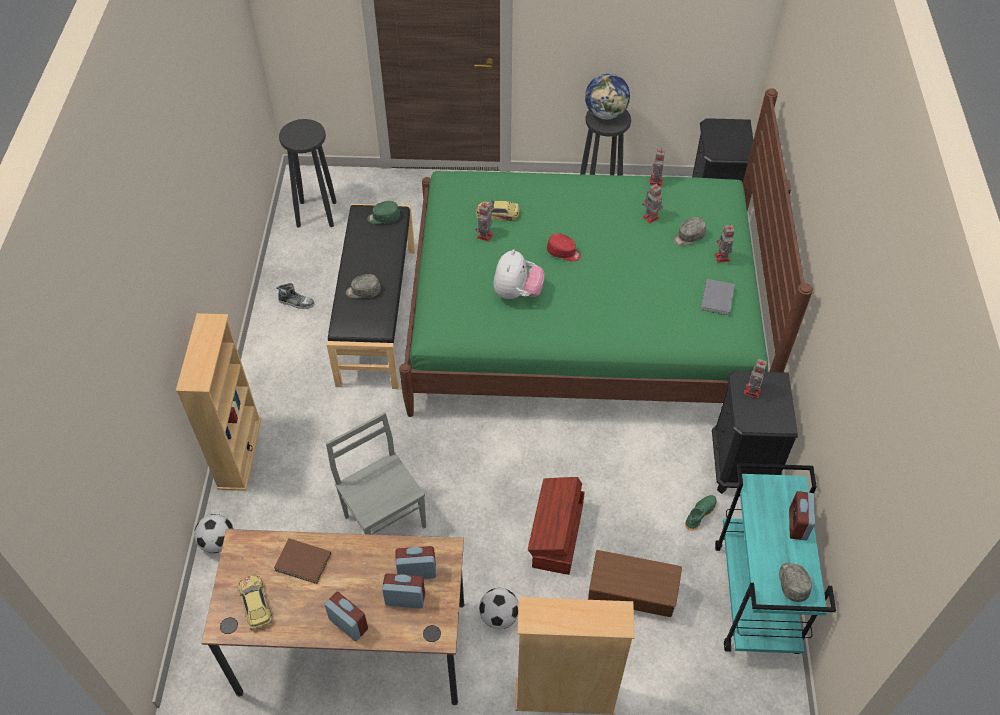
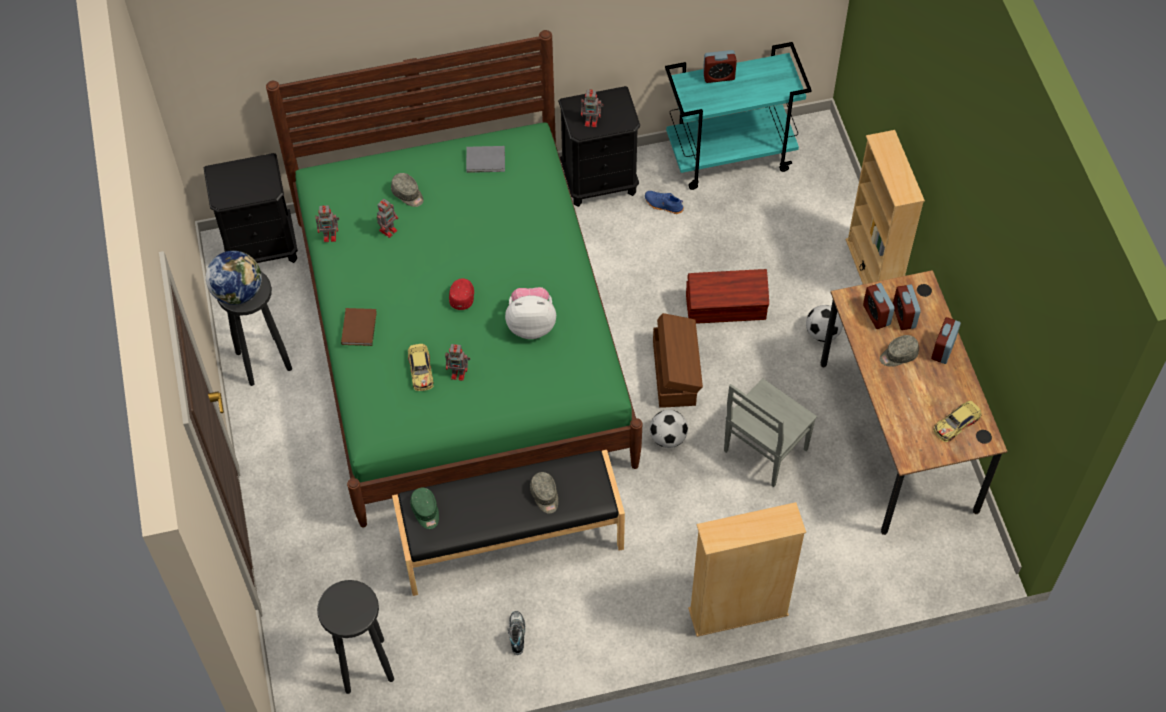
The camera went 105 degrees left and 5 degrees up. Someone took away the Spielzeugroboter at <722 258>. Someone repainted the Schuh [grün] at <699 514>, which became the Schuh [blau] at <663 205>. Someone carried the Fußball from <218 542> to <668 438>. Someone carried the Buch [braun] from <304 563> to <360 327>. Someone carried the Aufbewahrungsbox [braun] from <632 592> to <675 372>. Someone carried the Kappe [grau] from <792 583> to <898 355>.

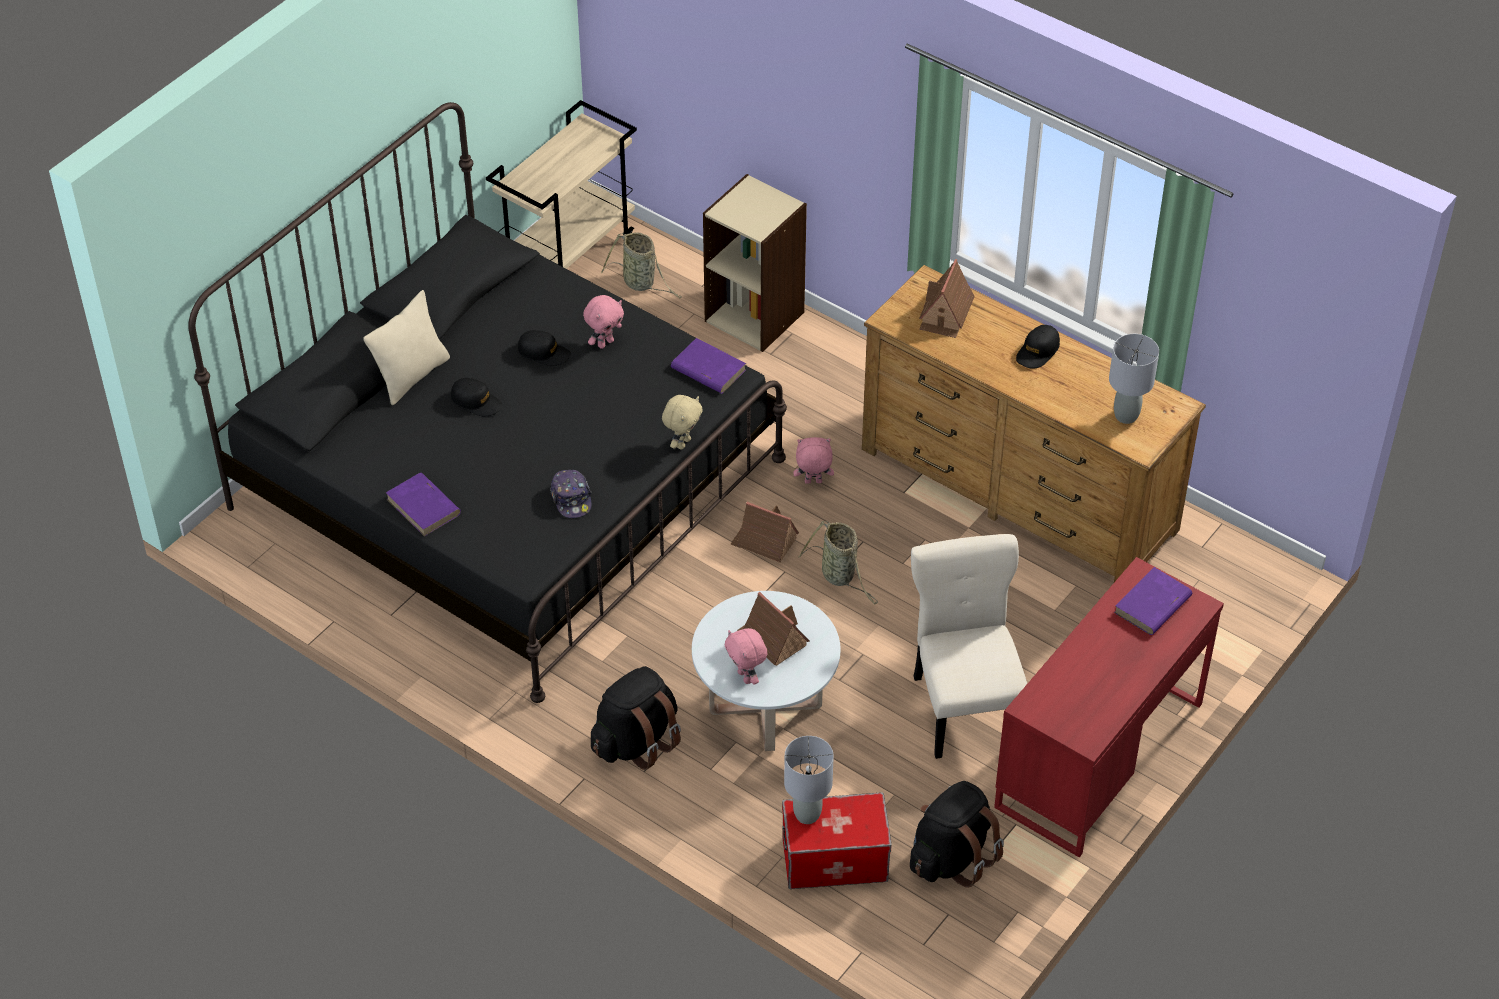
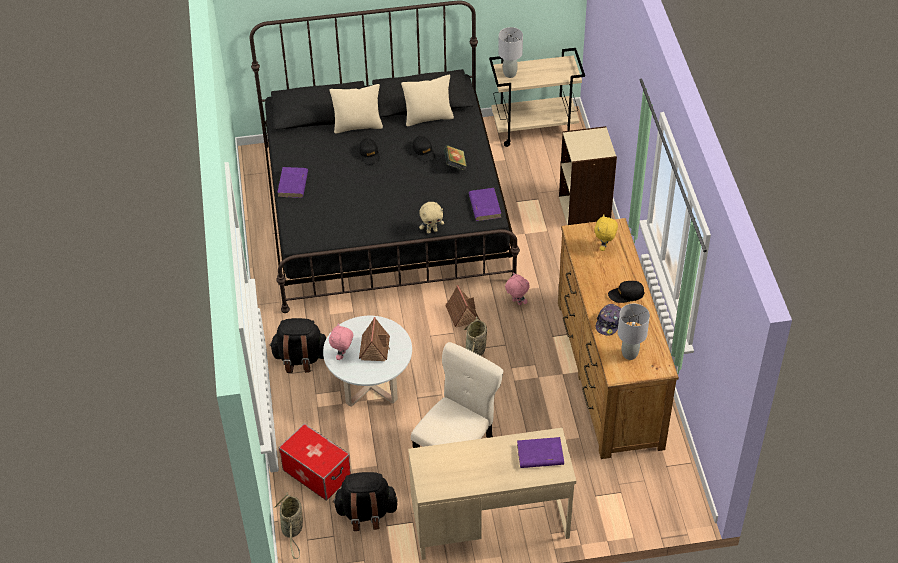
The camera went 45 degrees right and 0 degrees up. Someone carried the Korb from <641 283> to <292 530>. Someone swapped the Spielzeughaus at <945 314> for the Plüschtier [gelb] at <604 247>. Someone swapped the Plüschtier [rosa] at <605 343> for the Buch at <455 164>. Someone carried the Kappe from <571 499> to <609 323>. Someone repainted the Schreibtisch [rot] at <1098 755>, which became the Schreibtisch [beige] at <490 522>. Someone carried the Tischlampe [grau] from <807 814> to <510 74>. Someone put down the Kissen [beige] at <428 118>.

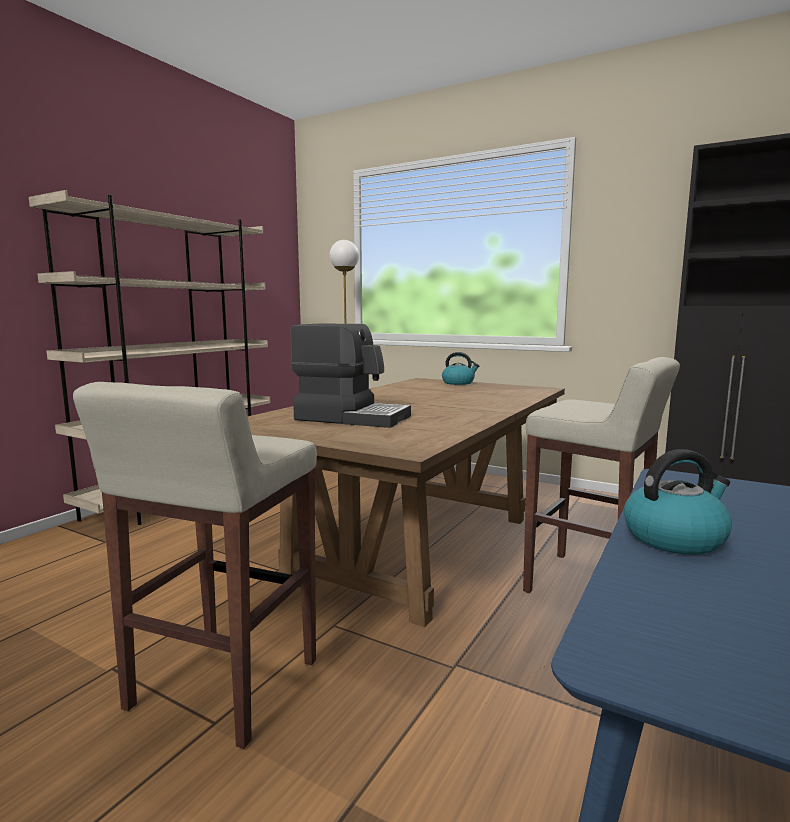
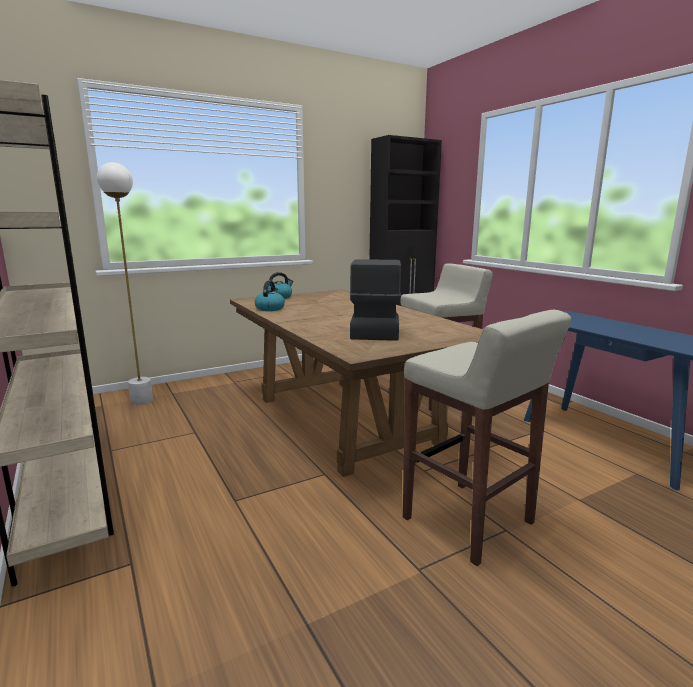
The camera went 60 degrees left and 5 degrees up. Someone rotated the Kaffeemaschine at <352 417> by 45 degrees counterclockwise. Someone carried the Wasserkessel from <675 538> to <270 308>.

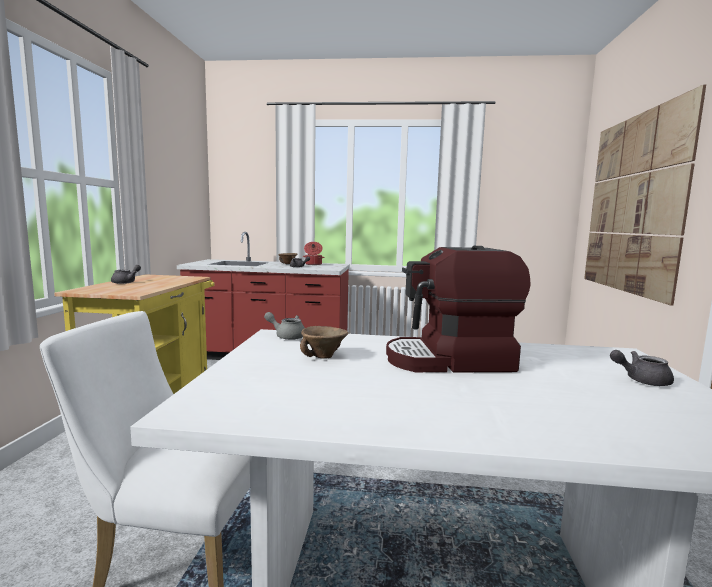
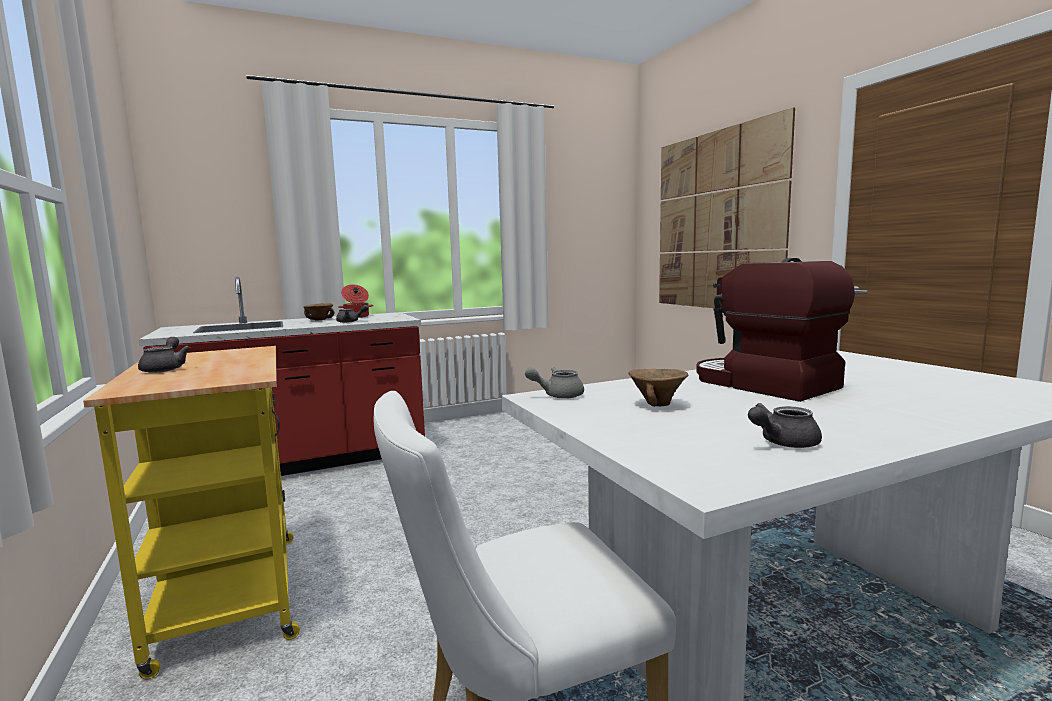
The camera went 30 degrees left and 0 degrees up. Someone rotated the Kaffeemaschine at <451 361> by 90 degrees clockwise. Someone carried the Teekanne [grau] from <641 380> to <782 443>.

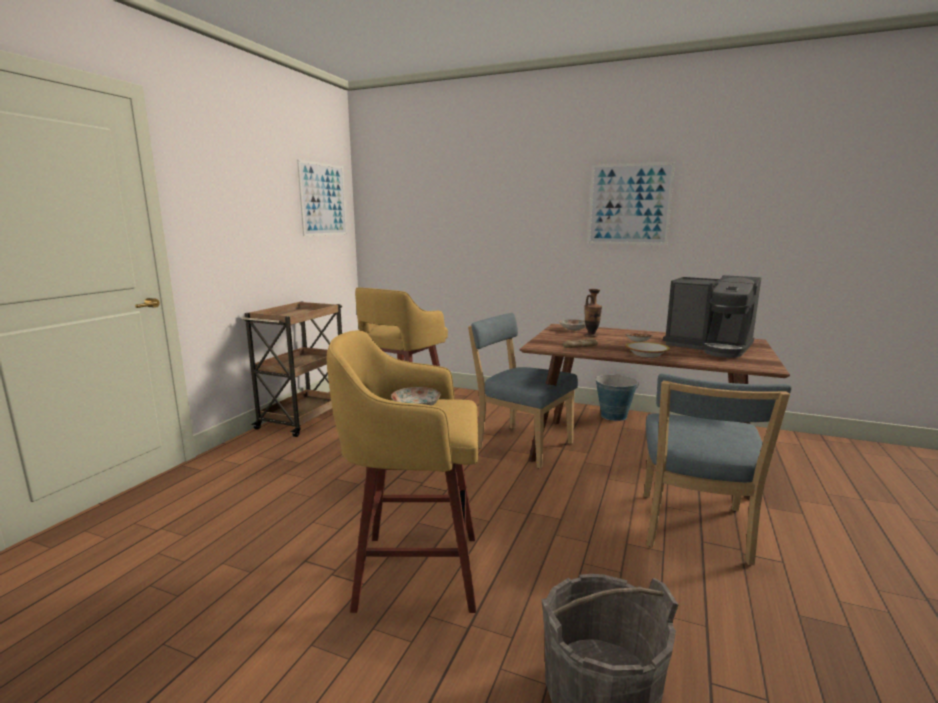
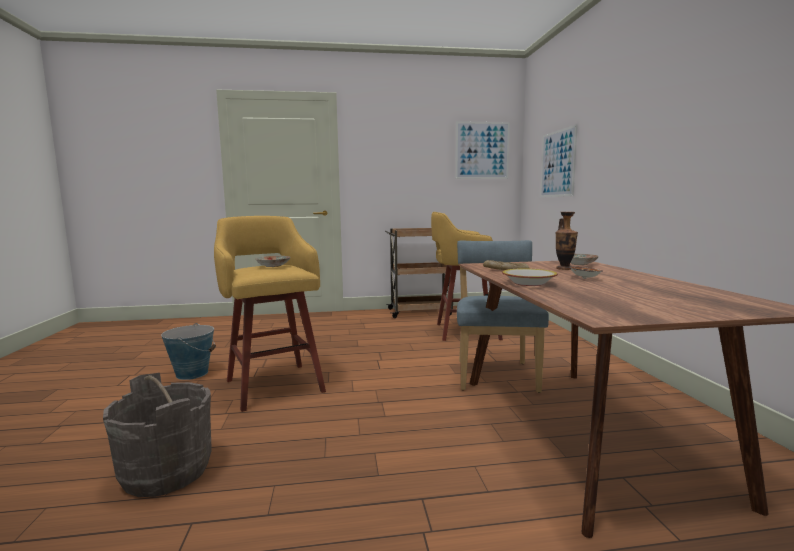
The camera went 60 degrees right and 5 degrees down. Someone carried the Bild from <629 204> to <558 163>. Someone took away the Kaffeemaschine at <709 347>. Someone carried the Eimer from <613 416> to <192 373>. Someone took away the Stuhl [blau] at <693 531>.

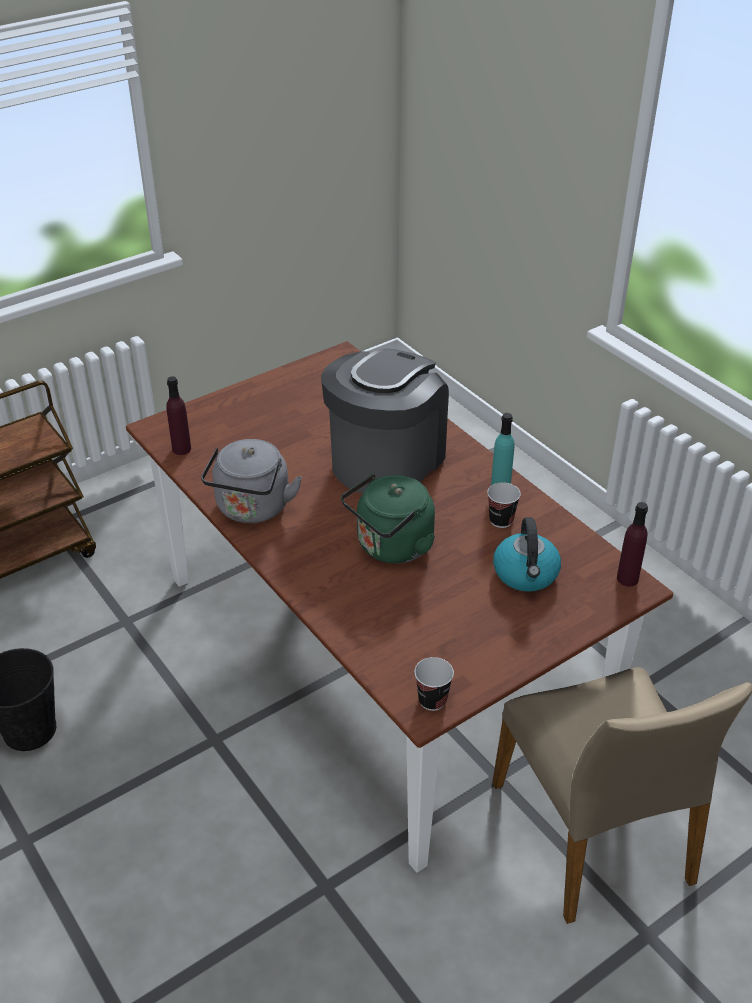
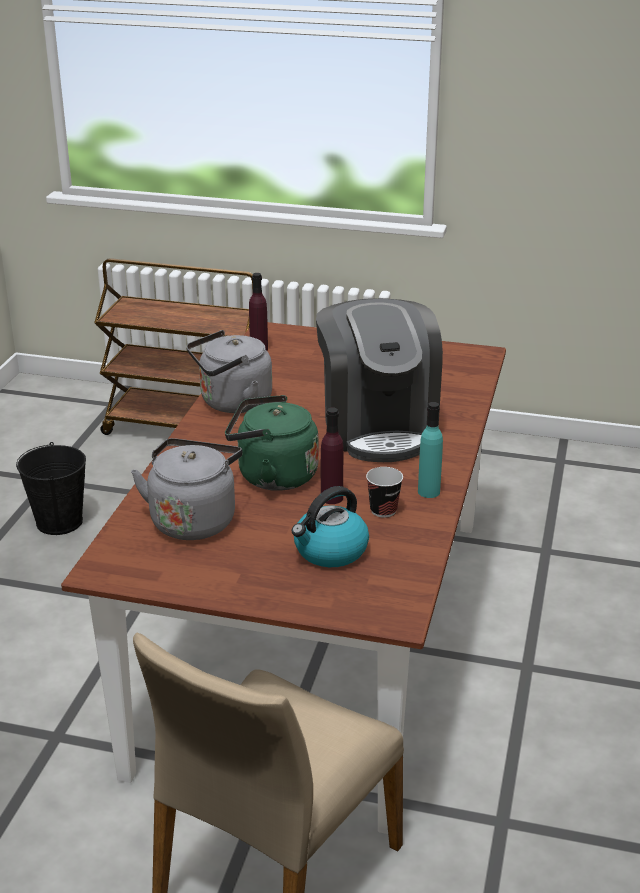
The camera went 50 degrees right and 10 degrees down. Someone rotated the Kaffeemaschine at <386 460> by 90 degrees clockwise. Someone carried the Flasche [lila] from <627 578> to <331 498>. Someone took away the Tasse at <432 700>. Someone put down the Wasserkessel [grau] at <194 519>.

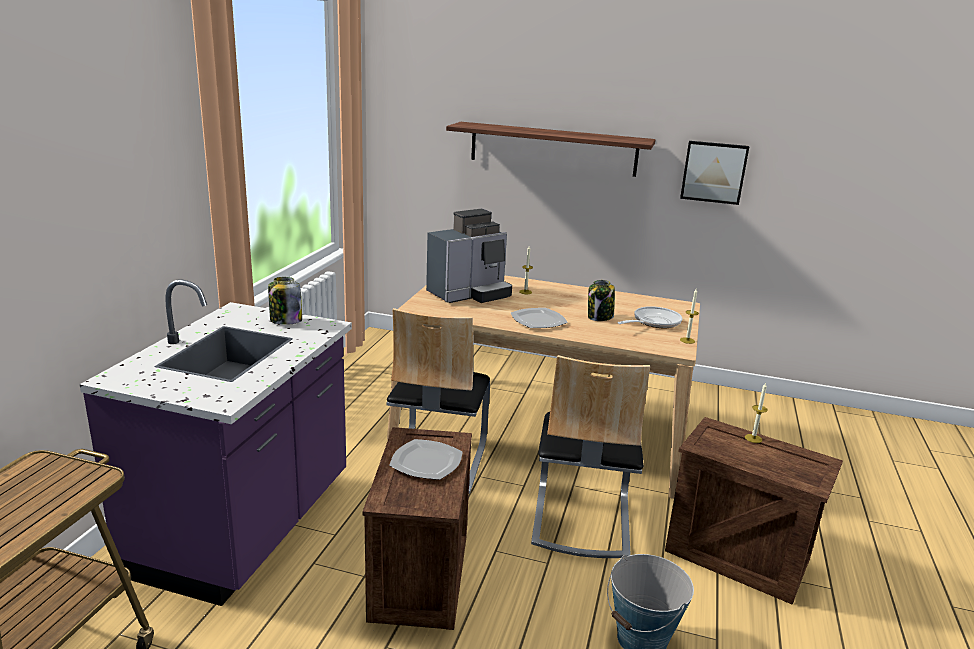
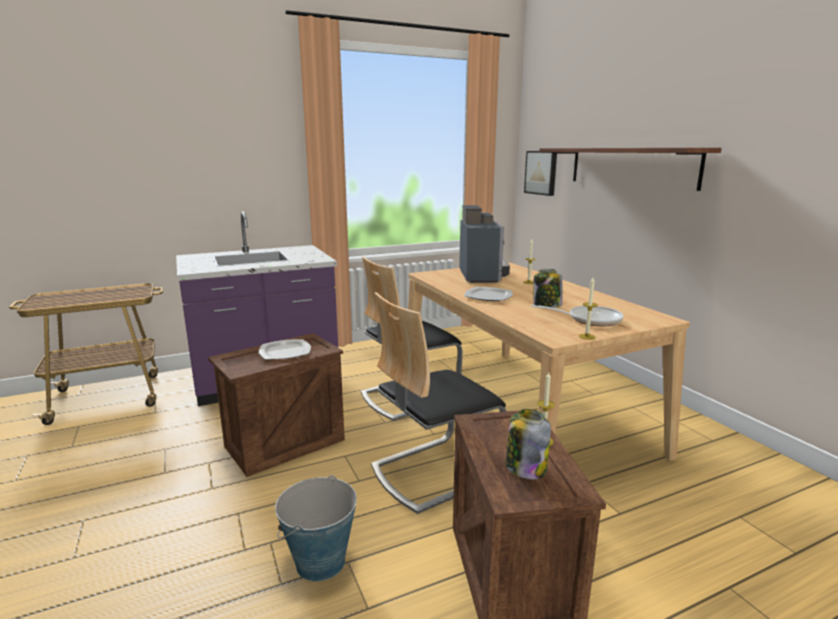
The camera went 50 degrees right and 5 degrees down. Someone carried the Bild from <714 172> to <541 172>. Someone rotated the Kaffeemaschine at <470 294> by 105 degrees counterclockwise. Someone carried the Vorratsglas from <285 321> to <525 468>.

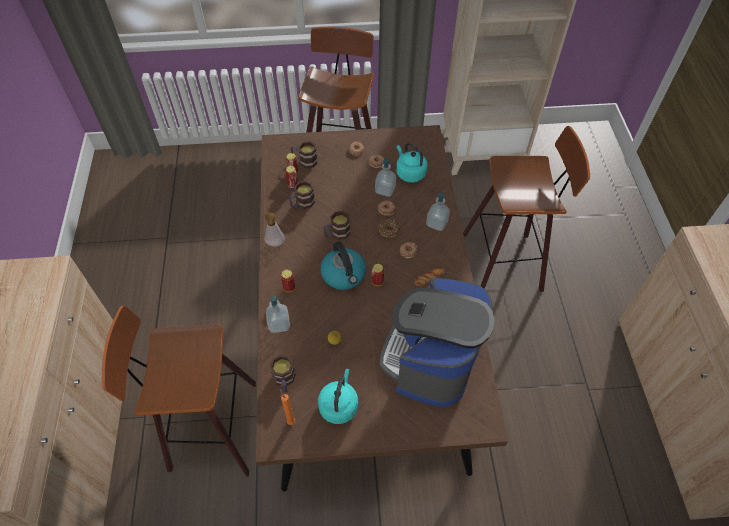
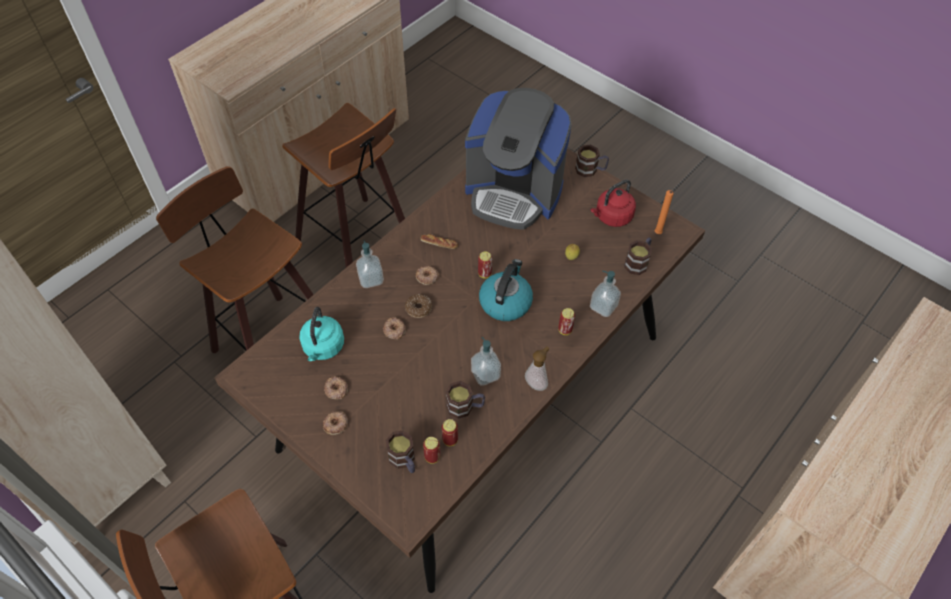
The camera went 135 degrees left and 0 degrees up. Someone carried the Seifenspender from <385 190> to <485 374>. Someone carried the Henkelbecher from <336 234> to <590 170>. Someone rotated the Kaffeemaschine at <430 360> by 45 degrees clockwise. Someone carried the Hocker from <209 429> to <359 245>. Someone repainted the Wasserkessel [türkis] at <339 405>, which became the Wasserkessel [rot] at <612 217>.

